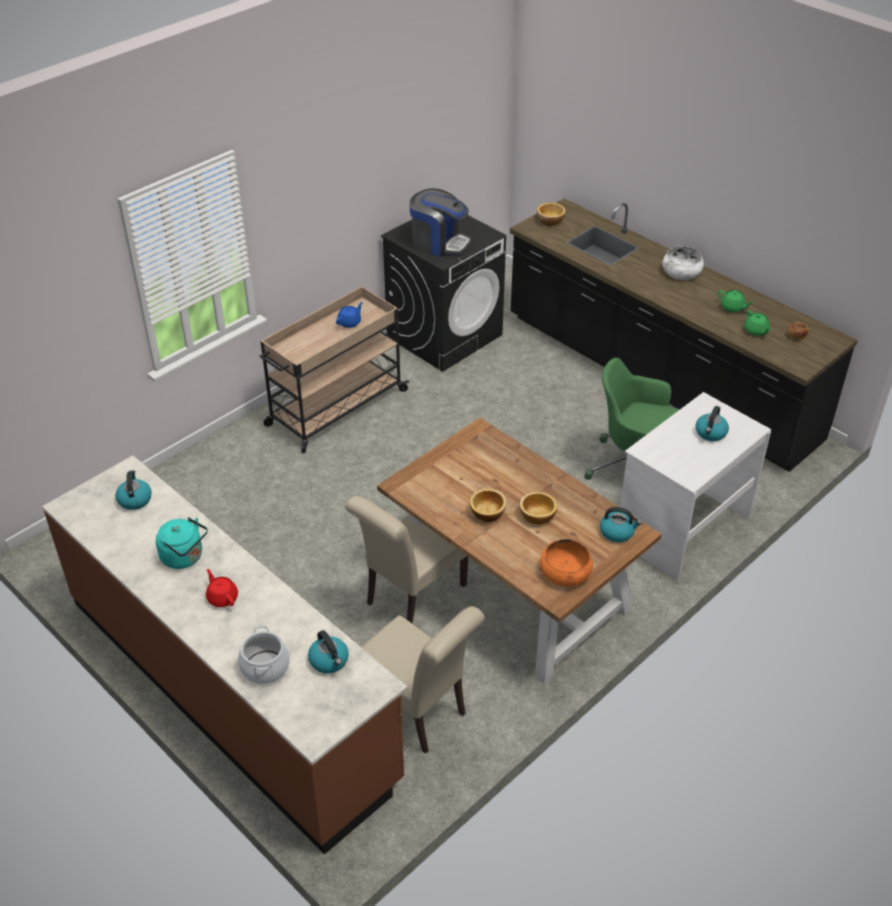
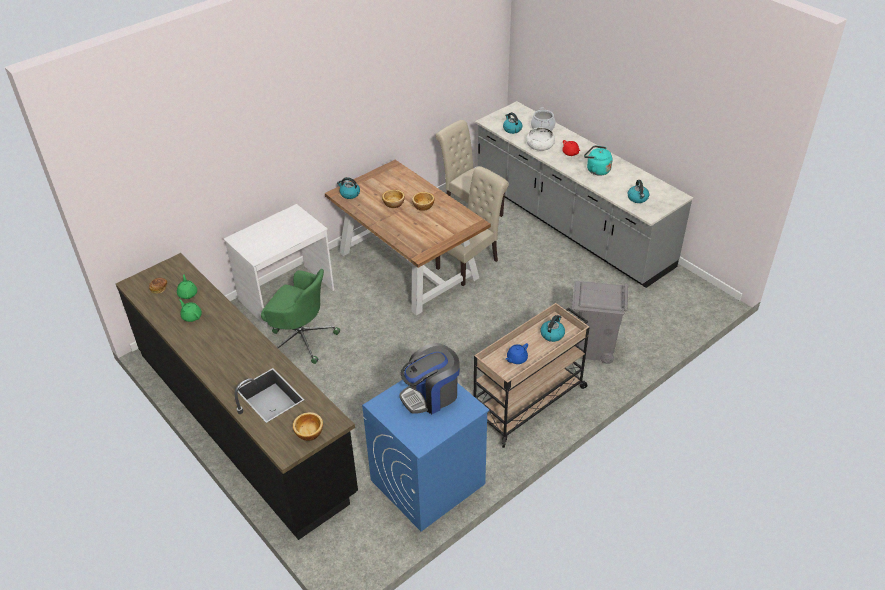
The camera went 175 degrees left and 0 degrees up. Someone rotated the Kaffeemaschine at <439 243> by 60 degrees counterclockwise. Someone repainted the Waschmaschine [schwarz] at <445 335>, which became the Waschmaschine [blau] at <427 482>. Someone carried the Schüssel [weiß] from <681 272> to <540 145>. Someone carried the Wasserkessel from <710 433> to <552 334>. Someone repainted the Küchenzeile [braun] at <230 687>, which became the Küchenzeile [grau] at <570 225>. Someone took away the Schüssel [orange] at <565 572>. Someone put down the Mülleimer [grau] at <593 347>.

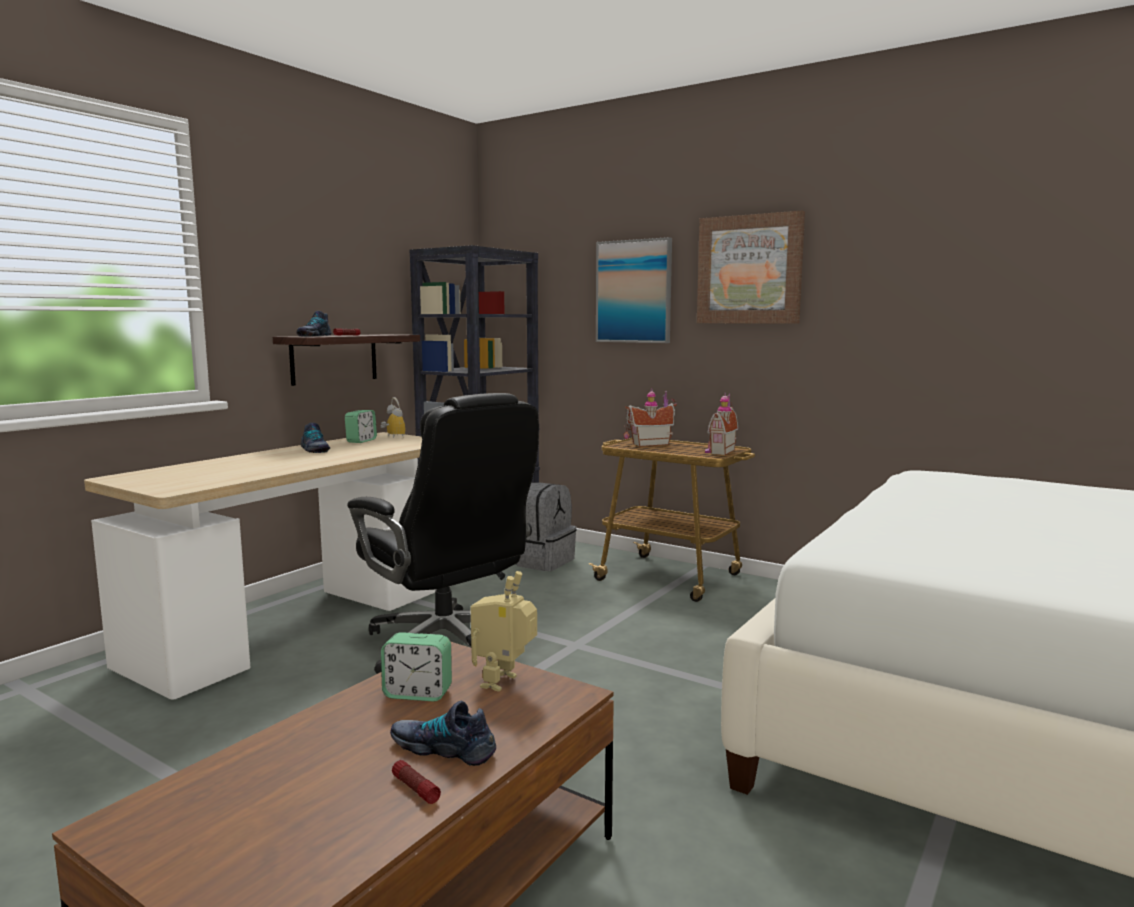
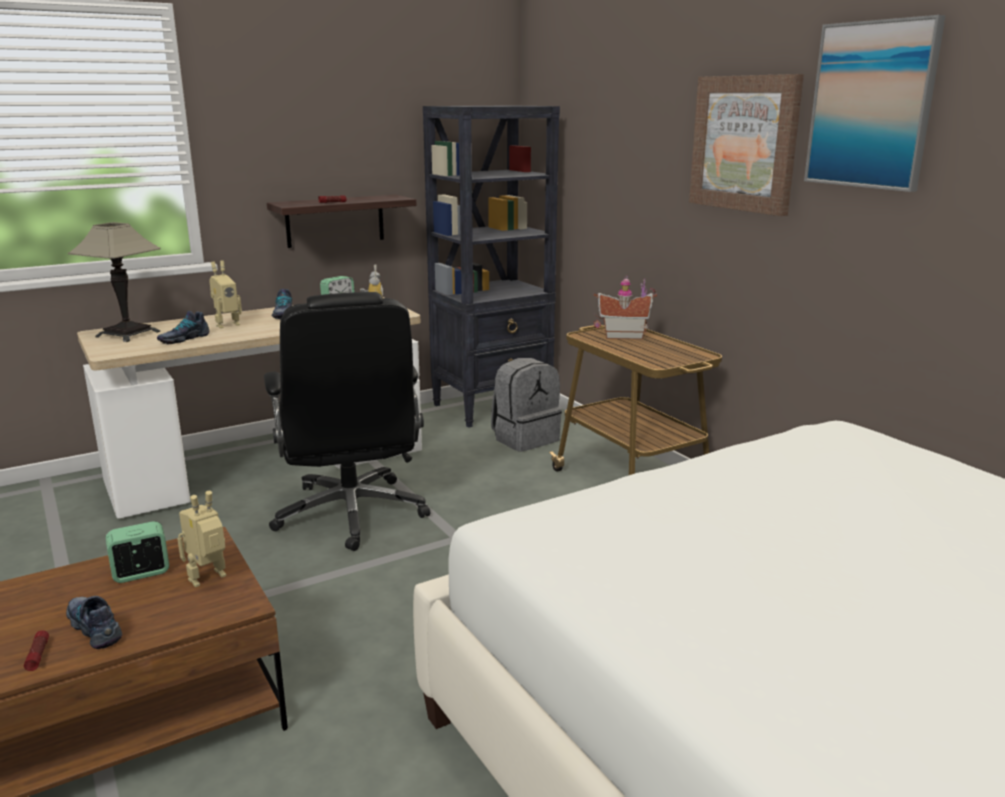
The camera went 25 degrees right and 10 degrees up. Someone carried the Bild from <634 291> to <871 105>. Someone carried the Schuh from <313 336> to <183 339>. Someone took away the Spielzeughaus at <719 452>. Someone rotated the Wecker at <418 693> by 120 degrees clockwise. Someone put down the Tischlampe at <128 334>. Someone put down the Spielzeugroboter at <226 324>.

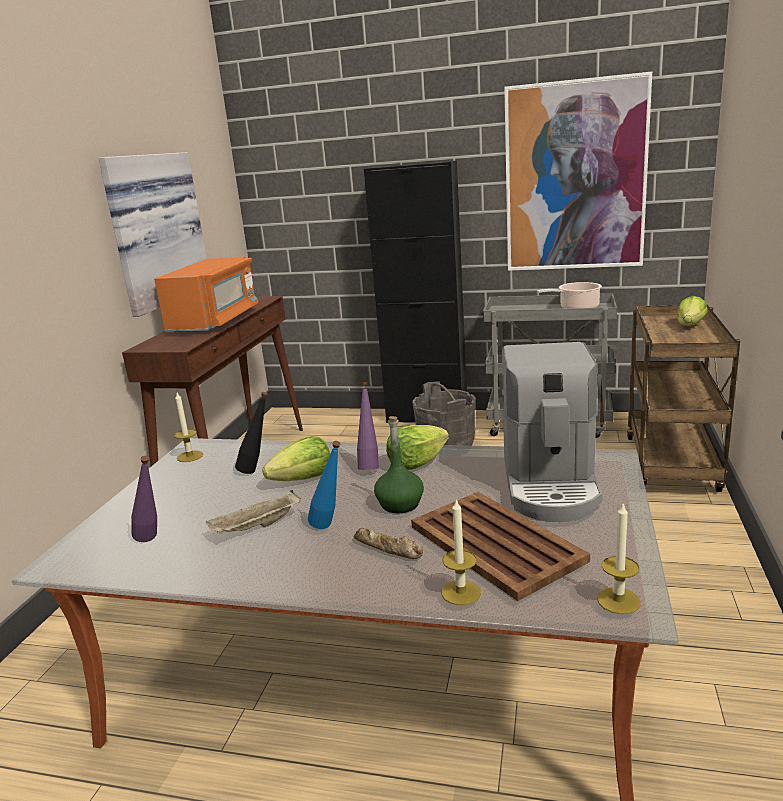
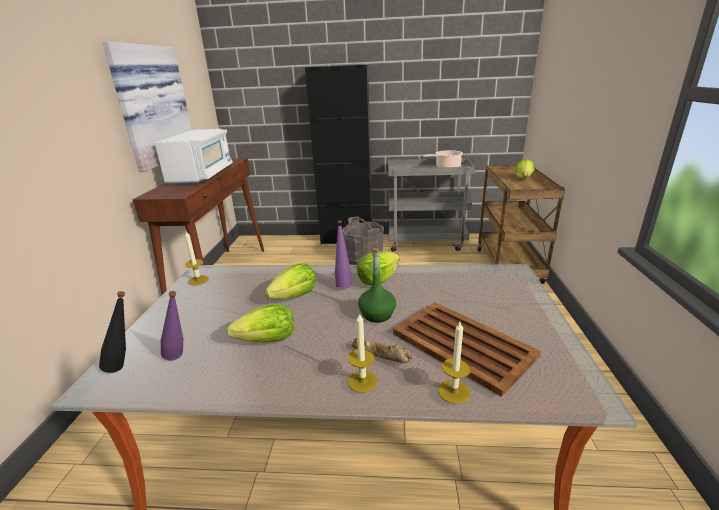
The camera went 10 degrees left and 5 degrees up. Someone took away the Bild at <575 177>. Someone repainted the Mikrowelle [orange] at <215 321>, which became the Mikrowelle [weiß] at <202 175>. Someone took away the Kaffeemaschine at <550 484>. Someone carried the Flasche [schwarz] from <257 471> to <125 366>. Someone took away the Flasche [blau] at <330 528>. Someone swapped the Tablett [beige] at <257 527> for the Salatkopf at <268 340>. Someone carried the Kerze from <618 600> to <362 381>.

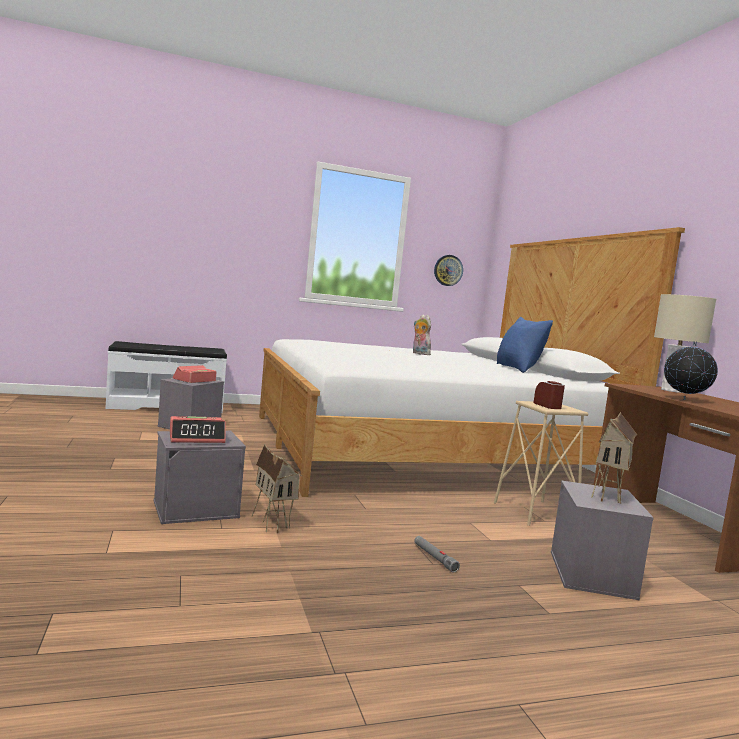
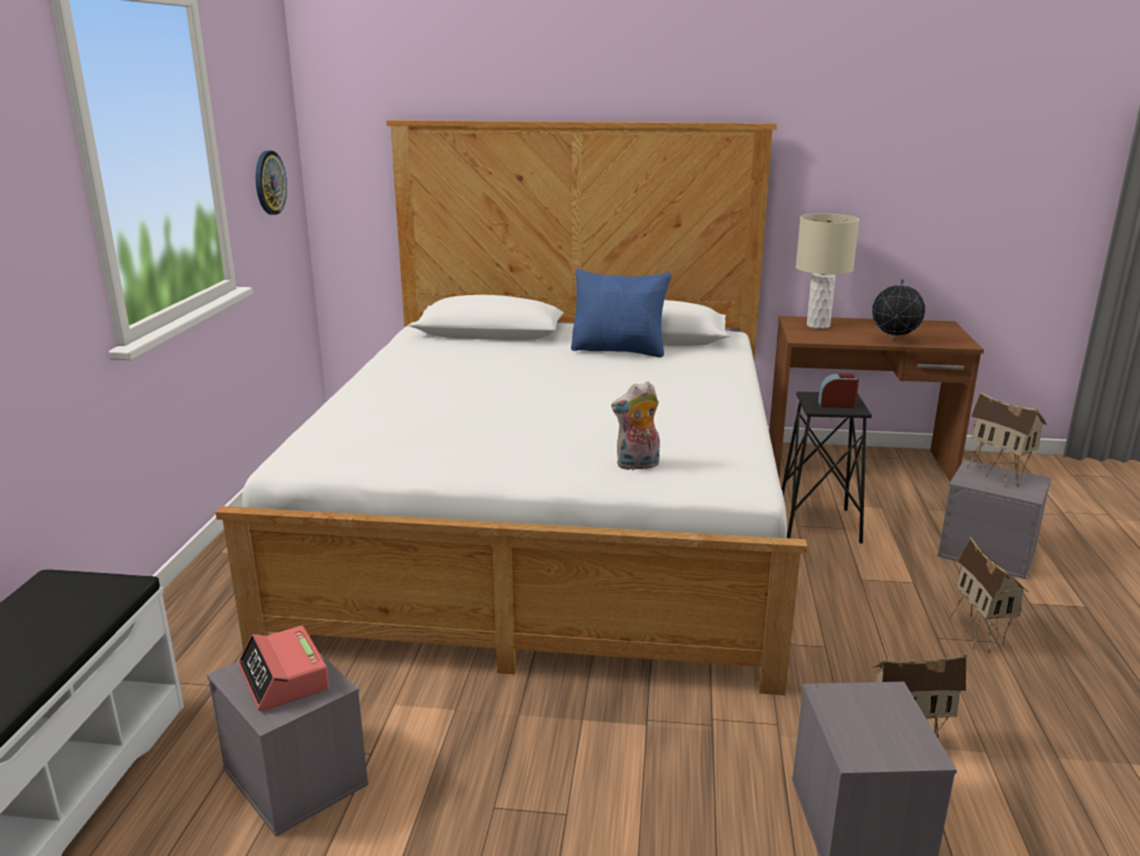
The camera went 65 degrees left and 15 degrees up. Someone carried the Plüschtier from <419 354> to <637 465>. Someone repainted the Hocker [beige] at <535 512>, which became the Hocker [schwarz] at <817 525>. Someone took away the Wecker at <197 438>. Someone swapped the Taschenlampe [grau] at <434 558> for the Spielzeughaus at <979 636>.

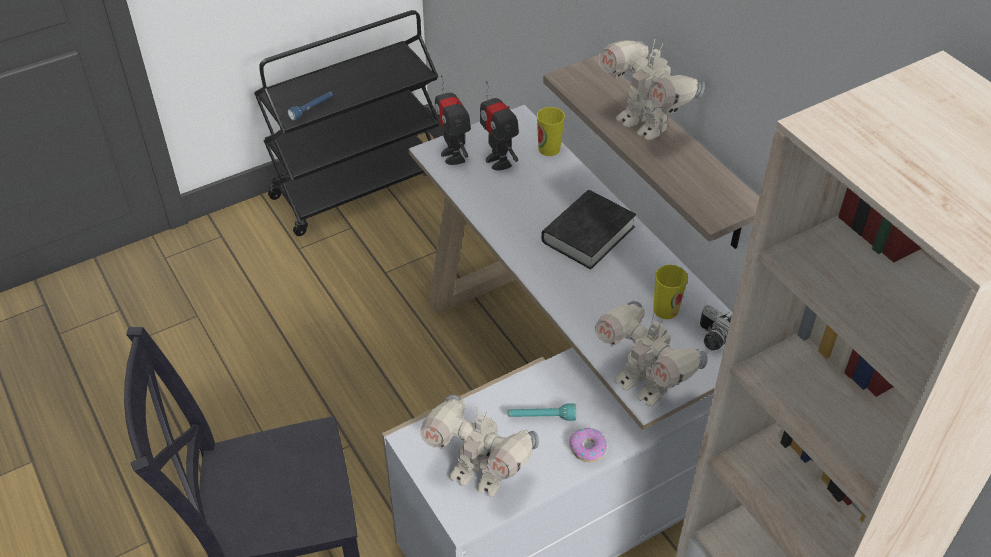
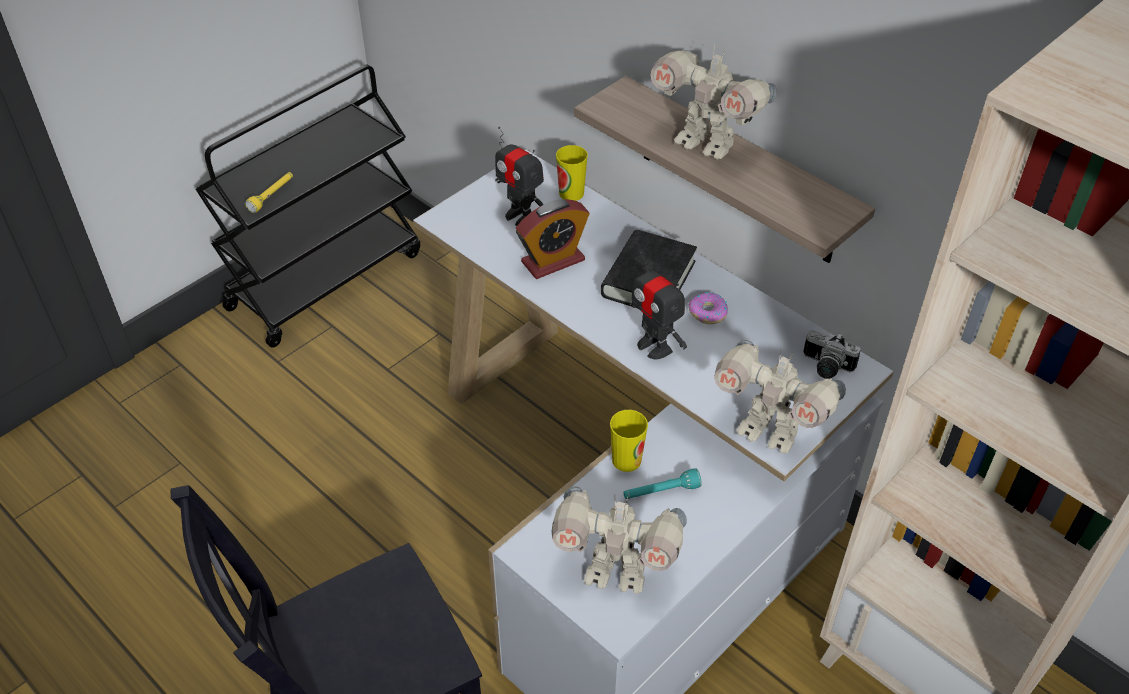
The camera went 15 degrees left and 0 degrees up. Someone carried the Spielzeugroboter from <453 156> to <654 346>. Someone repainted the Taschenlampe [blau] at <312 109>, which became the Taschenlampe [gelb] at <272 196>. Someone carried the Tasse from <665 309> to <626 460>. Someone carried the Donut from <587 448> to <707 313>. Someone put down the Wecker at <553 261>.

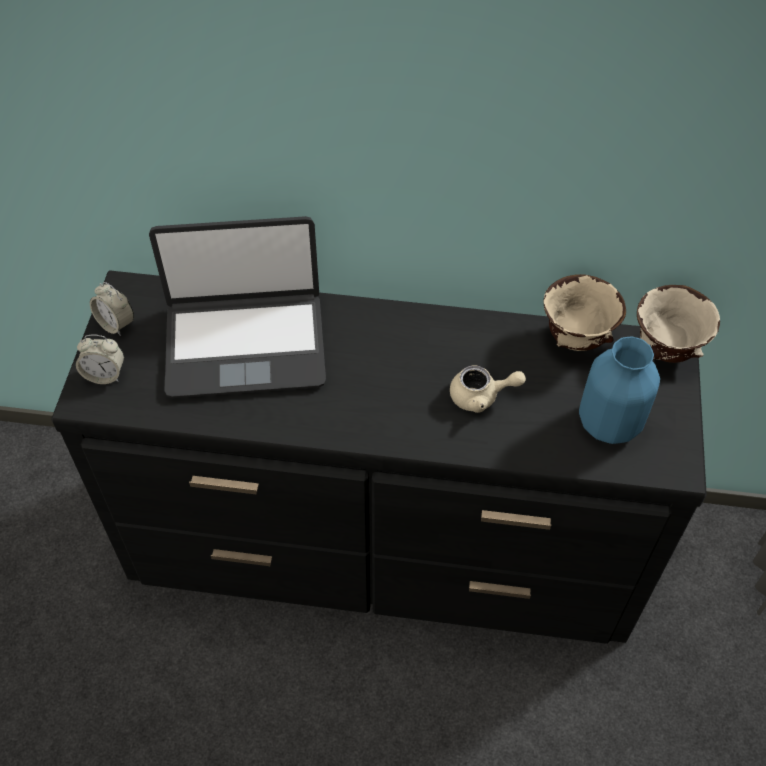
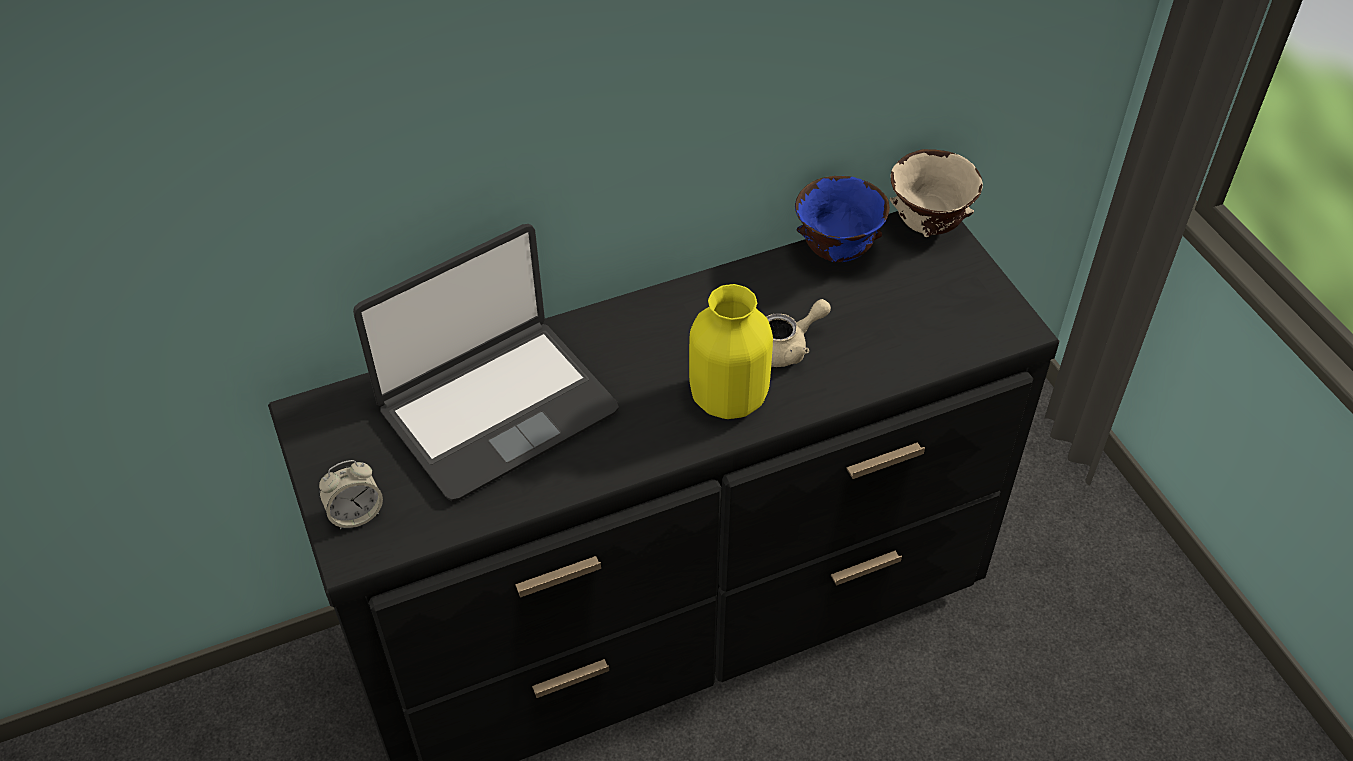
The camera went 30 degrees left and 5 degrees down. Someone repainted the Schüssel [beige] at <574 339>, which became the Schüssel [blau] at <836 252>. Someone took away the Wecker at <116 324>. Someone took away the Vase [blau] at <608 422>. Someone put down the Vase [gelb] at <729 397>.

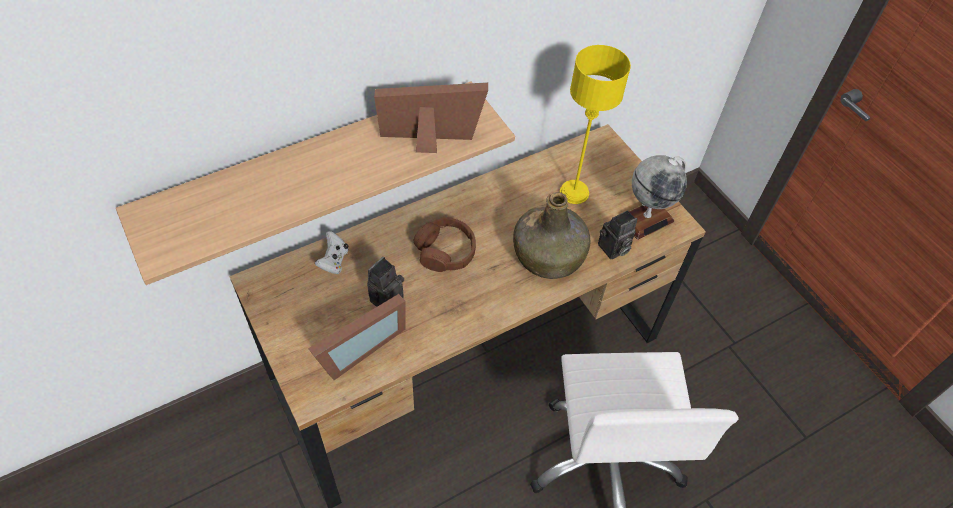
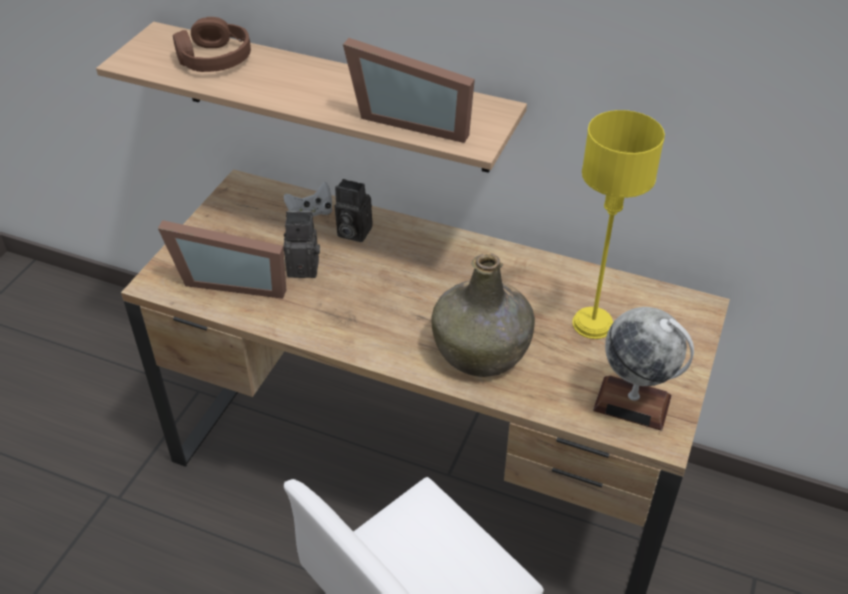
The camera went 55 degrees right and 10 degrees down. Someone rotated the Bilderrahmen at <431 141> by 150 degrees clockwise. Someone carried the Kamera from <613 249> to <352 232>. Someone carried the Kopfhörer [braun] from <445 251> to <214 59>.

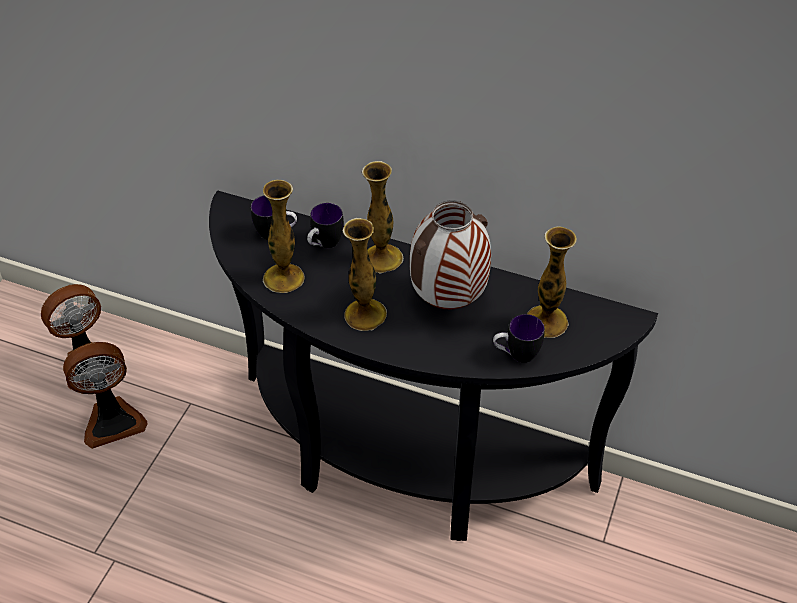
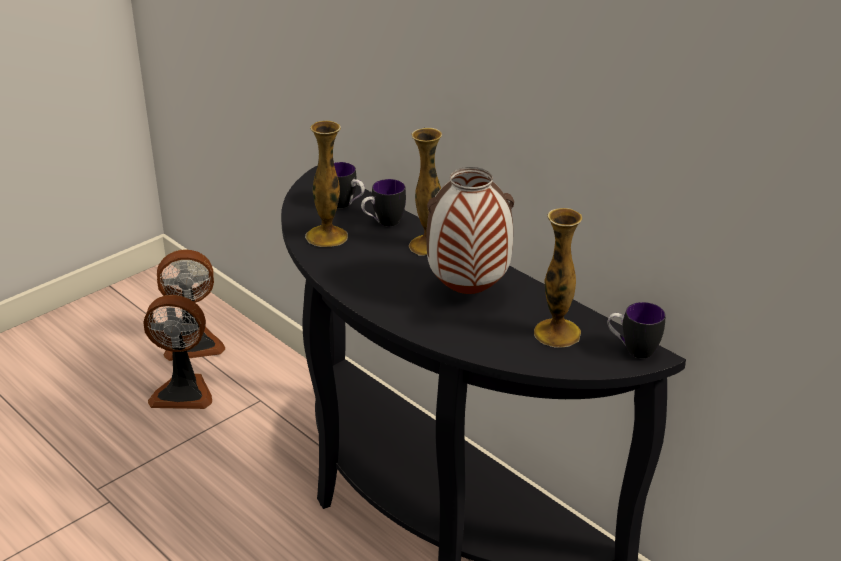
The camera went 25 degrees right and 15 degrees down. Someone took away the Vase at <365 314>. Someone carried the Henkelbecher from <516 355> to <632 350>.

